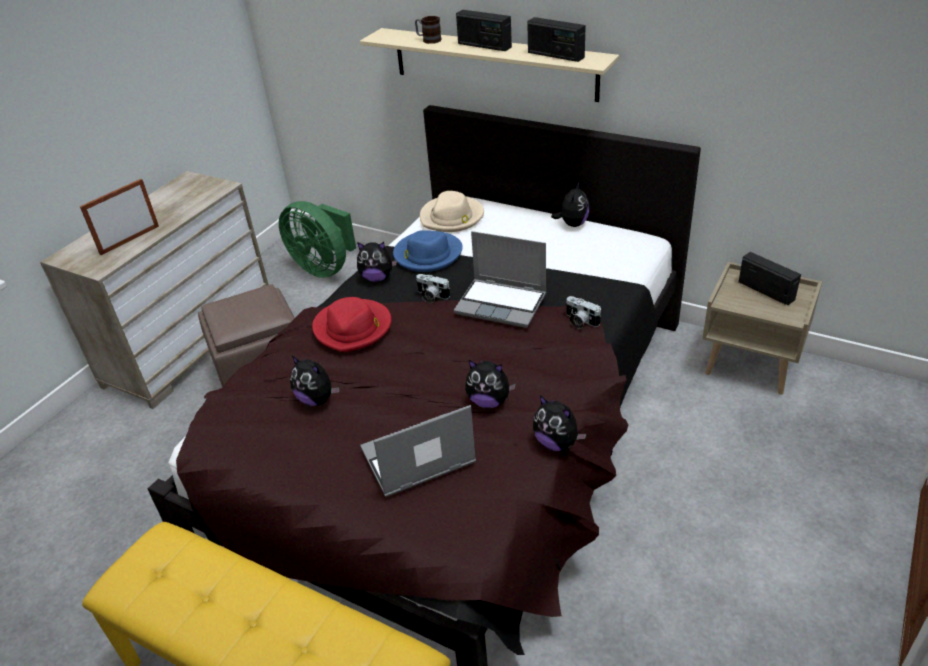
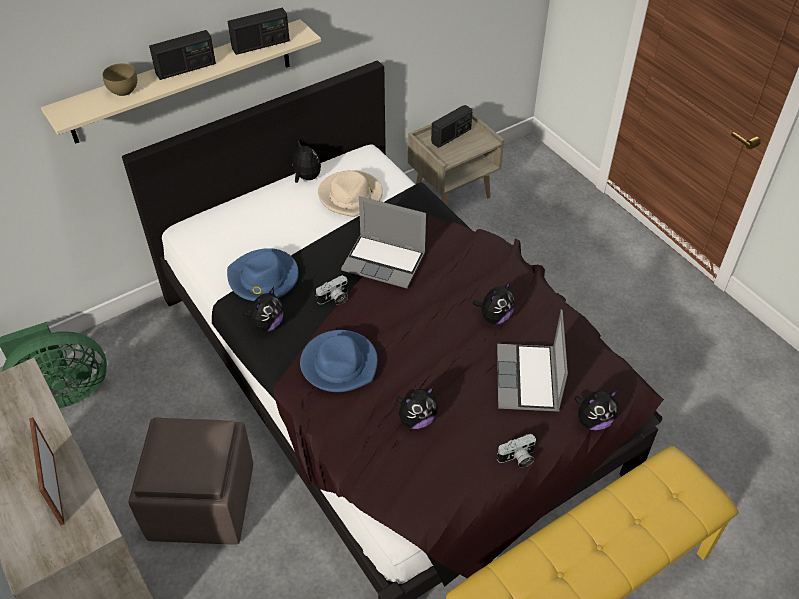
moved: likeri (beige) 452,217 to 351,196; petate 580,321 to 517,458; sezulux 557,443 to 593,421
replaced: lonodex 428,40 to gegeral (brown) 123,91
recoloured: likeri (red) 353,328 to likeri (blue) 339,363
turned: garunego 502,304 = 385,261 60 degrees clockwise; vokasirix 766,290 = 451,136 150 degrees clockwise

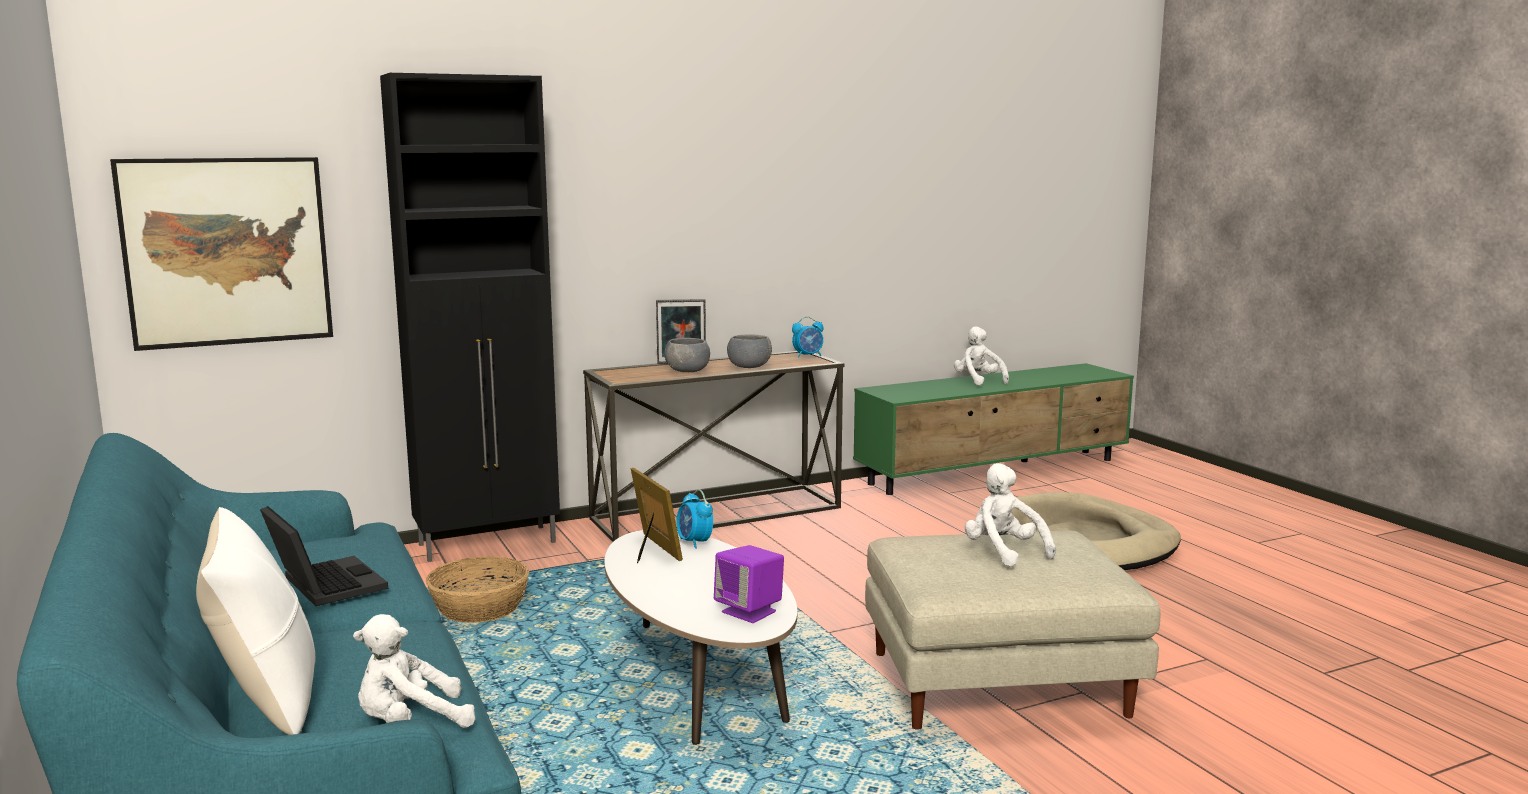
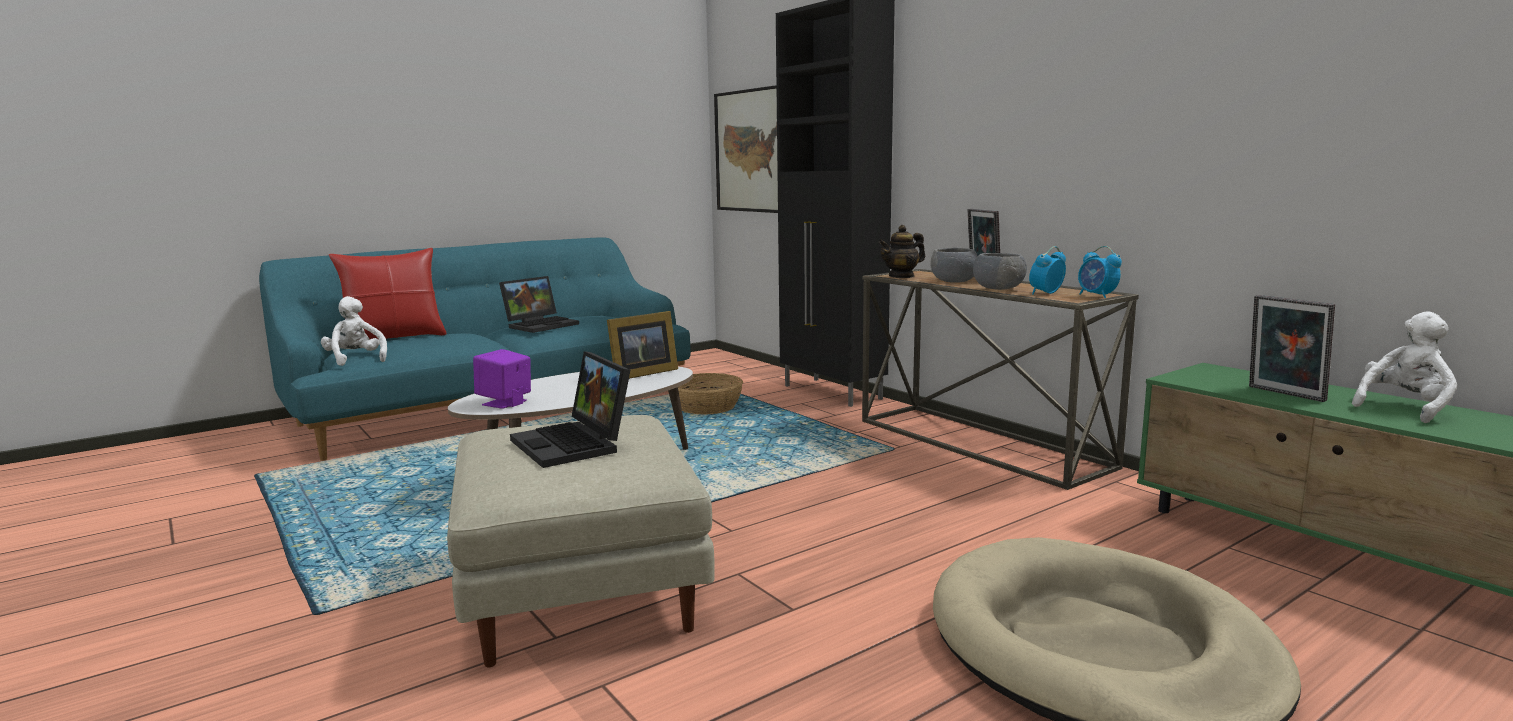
added: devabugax 901,276; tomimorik 1284,394
moved: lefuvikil 694,542 to 1045,293
replaced: sezulux (white) 1003,552 to garunego 575,444
recoloured: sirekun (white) 267,698 to sirekun (red) 394,338

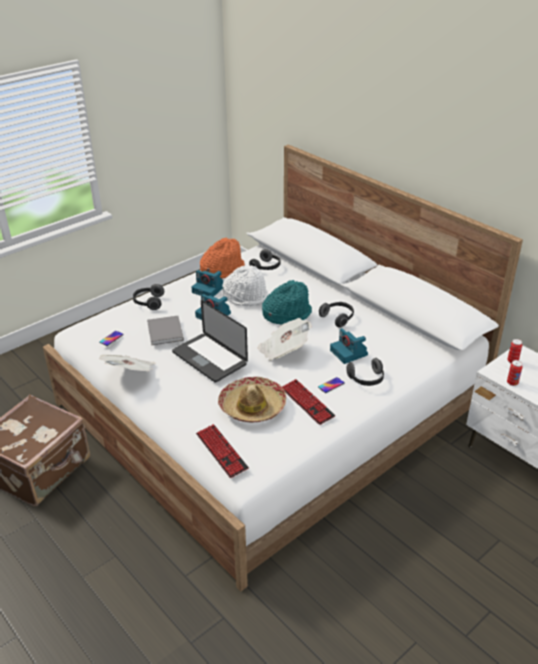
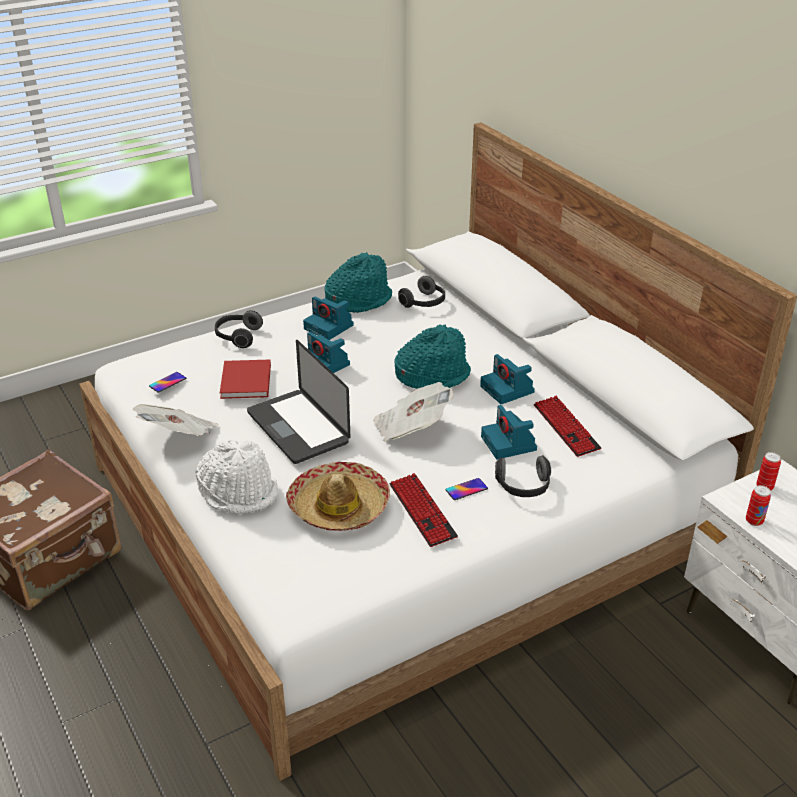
moved: likeri (white) 246,297 to 239,492; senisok 221,451 to 566,427
replaced: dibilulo 338,318 to petate 508,389
recoloured: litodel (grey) 165,332 to litodel (red) 246,382; likeri (orange) 222,269 to likeri (turquoise) 358,300

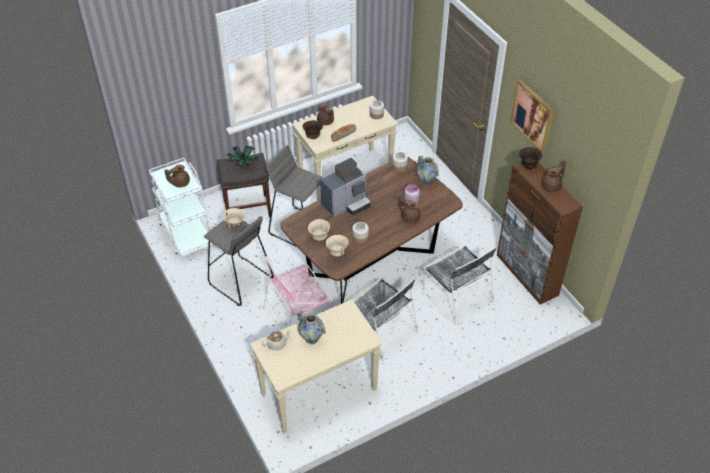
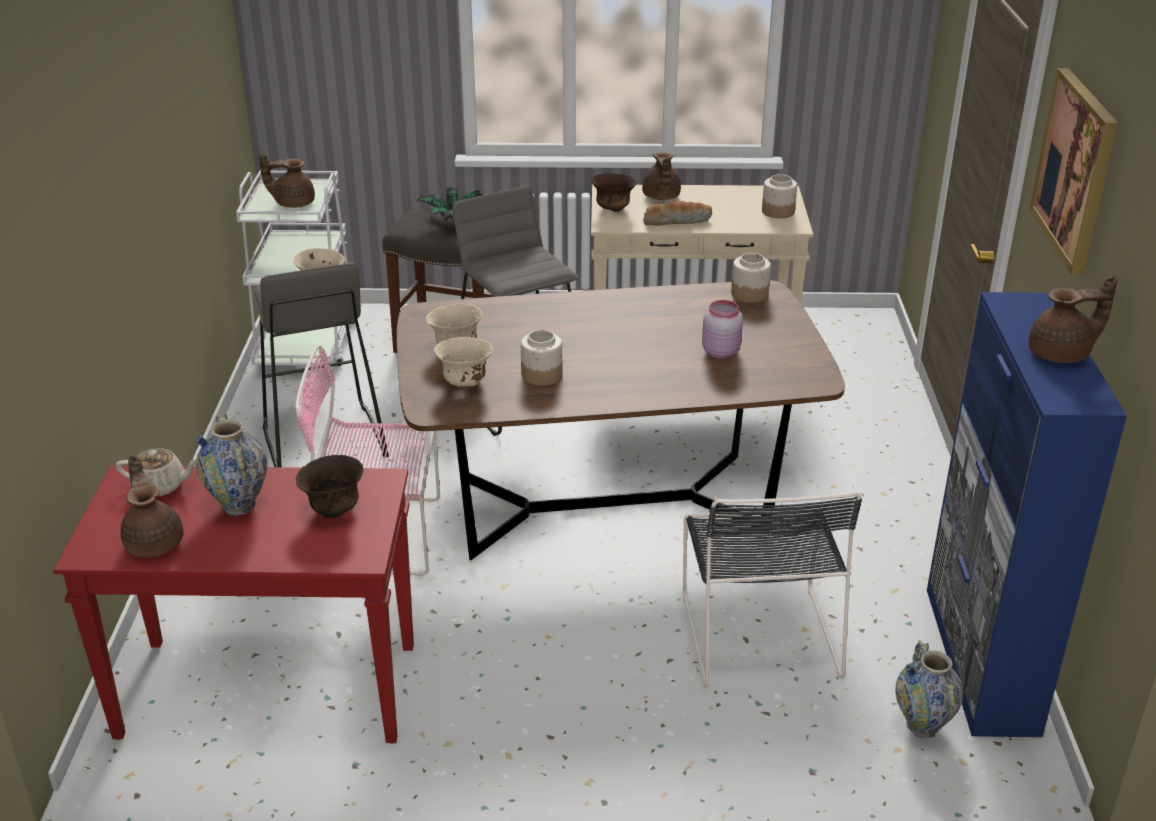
removed: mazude 346,204; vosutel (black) 379,329
moved: devabugax (brown) 409,217 to 155,541; gegeral (brown) 528,166 to 334,510; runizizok 426,182 to 922,726
recoloured: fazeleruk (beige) 318,392 to fazeleruk (red) 266,692; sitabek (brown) 527,275 to sitabek (blue) 980,660

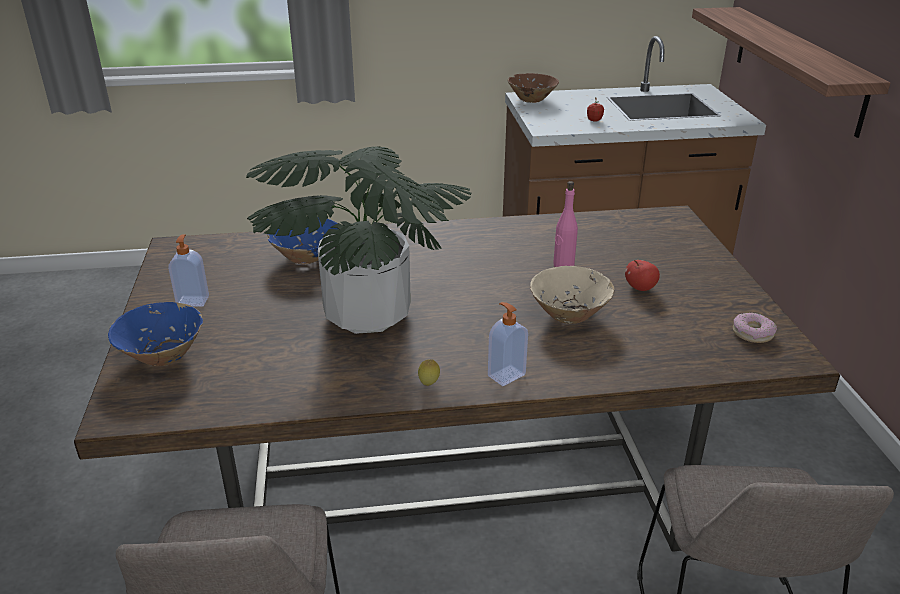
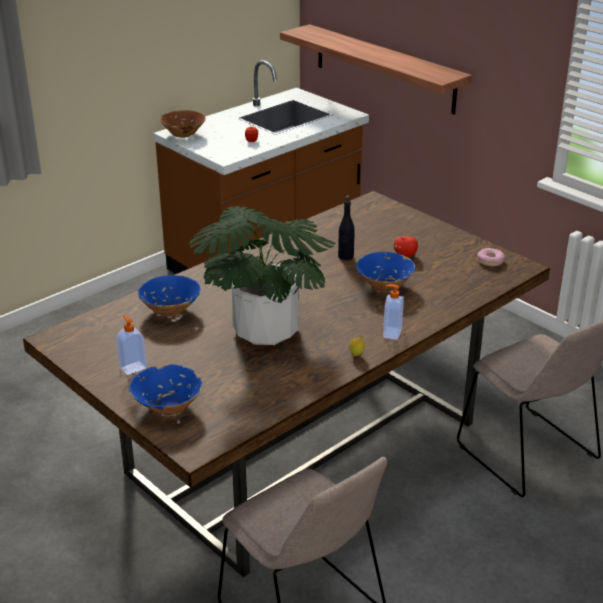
recoloured: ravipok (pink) 563,265 to ravipok (black) 345,256; gegeral (beige) 569,314 to gegeral (blue) 385,286

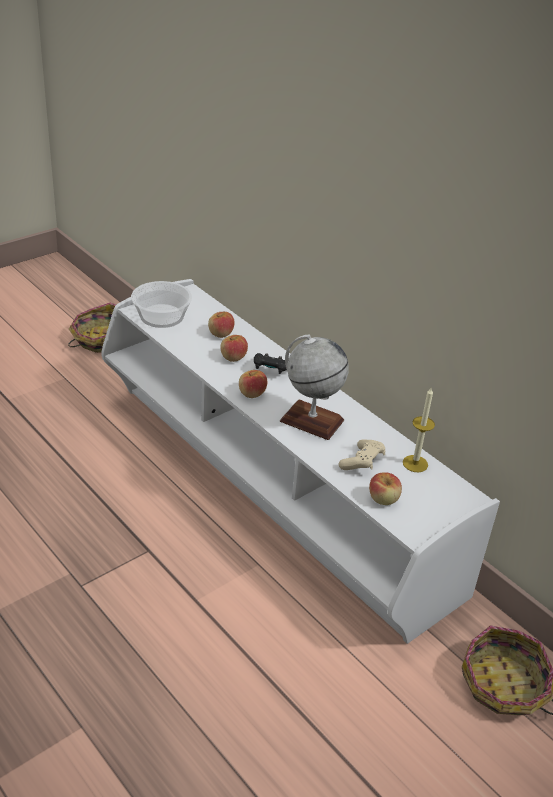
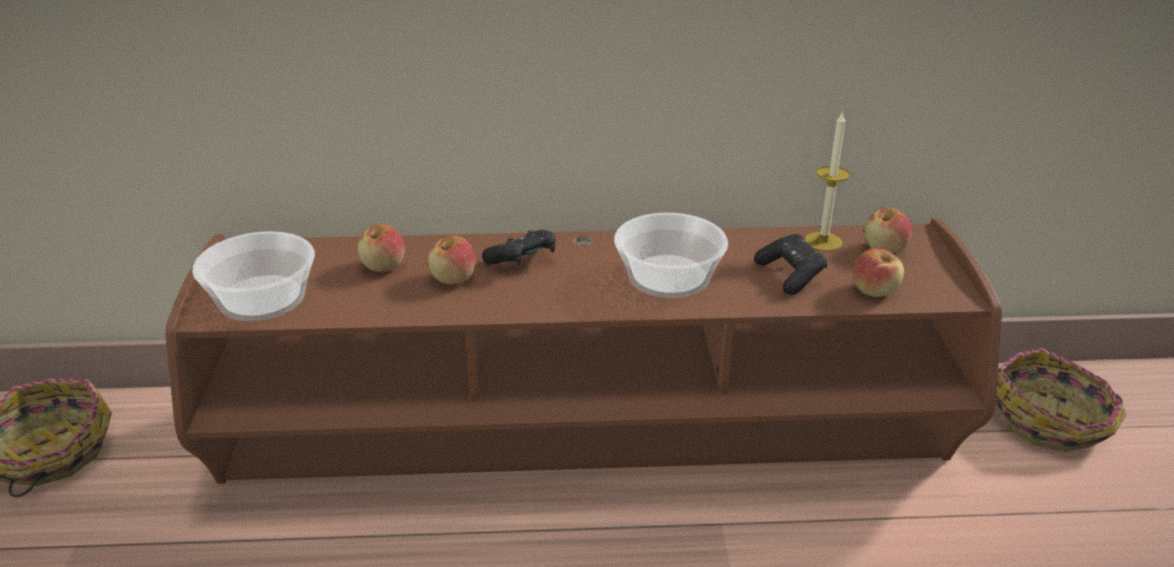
moved: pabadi 252,393 to 885,248
replaced: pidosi 311,420 to gegeral 667,276
recoloured: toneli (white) 270,490 to toneli (brown) 588,441; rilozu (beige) 362,463 to rilozu (black) 790,275

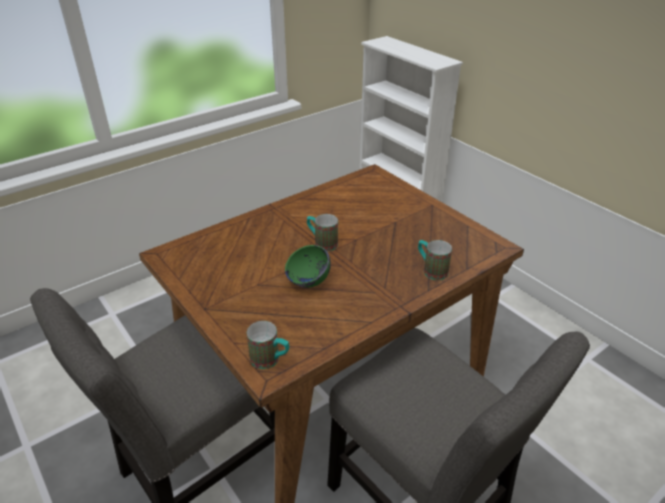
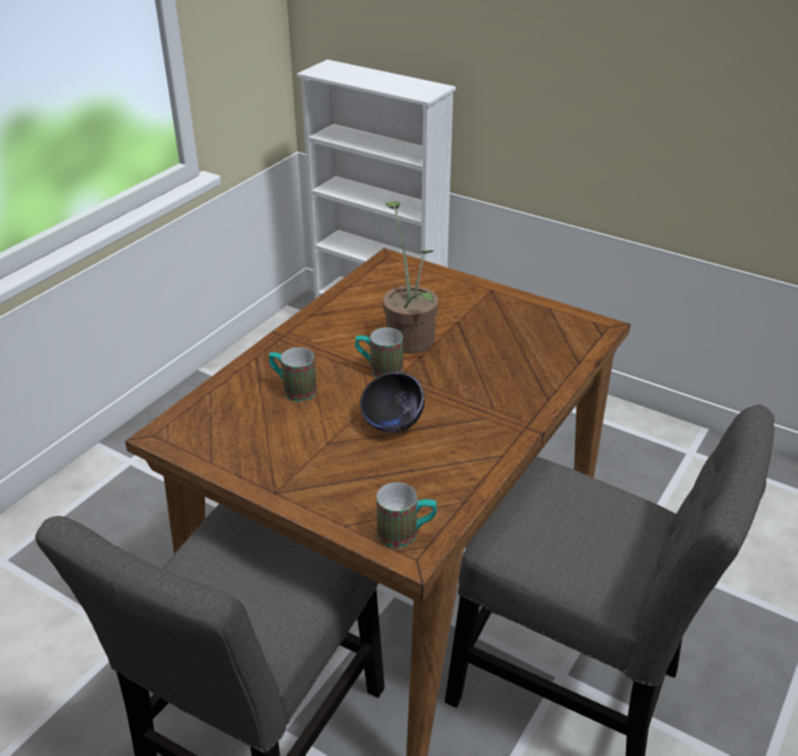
added: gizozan 410,335
moved: lonodex 431,270 to 293,389
recoloured: gegeral (green) 308,281 to gegeral (black) 392,424

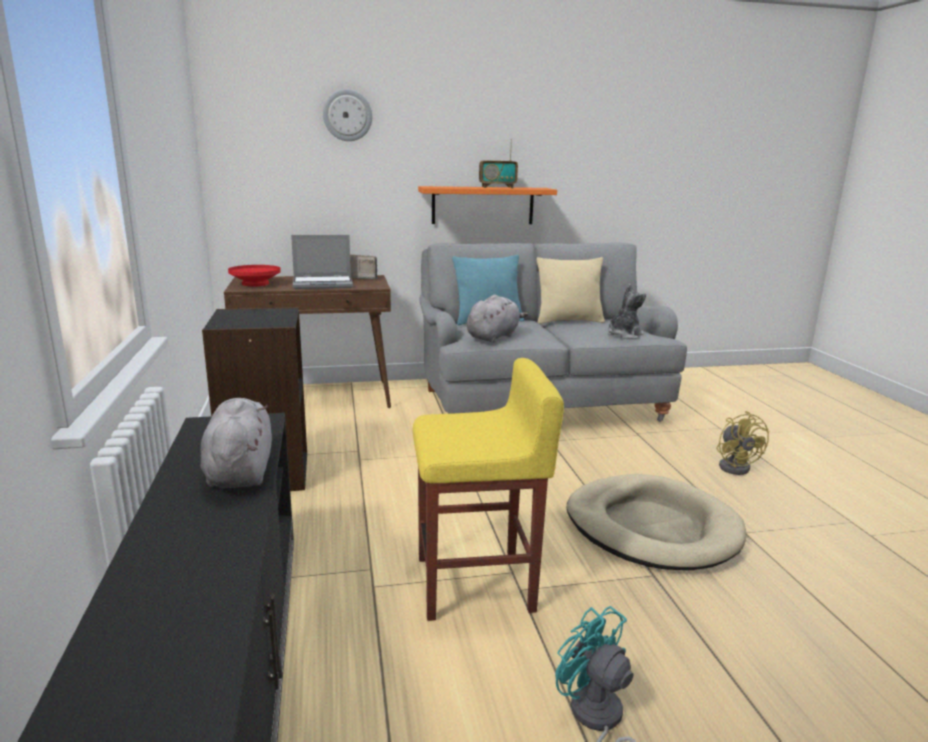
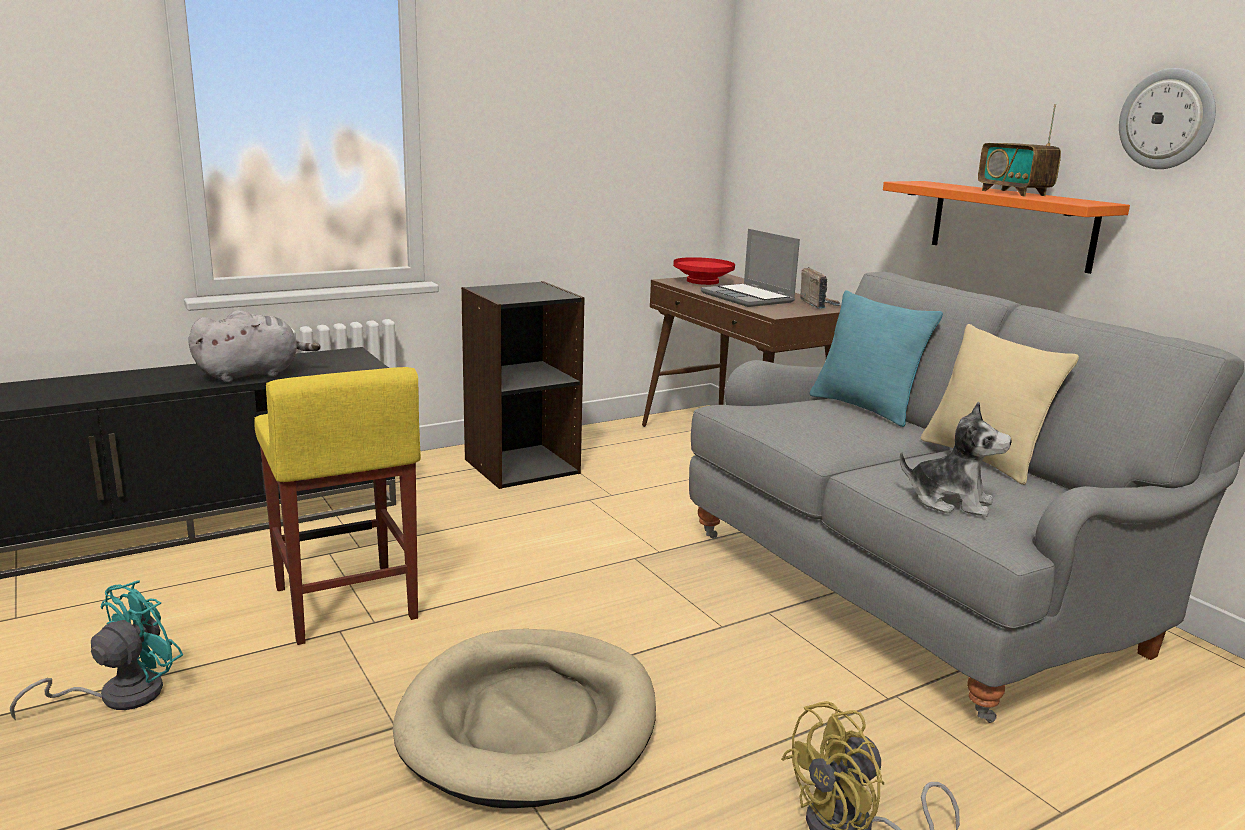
removed: sezulux (grey) 494,336
moved: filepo 347,115 to 1167,119

